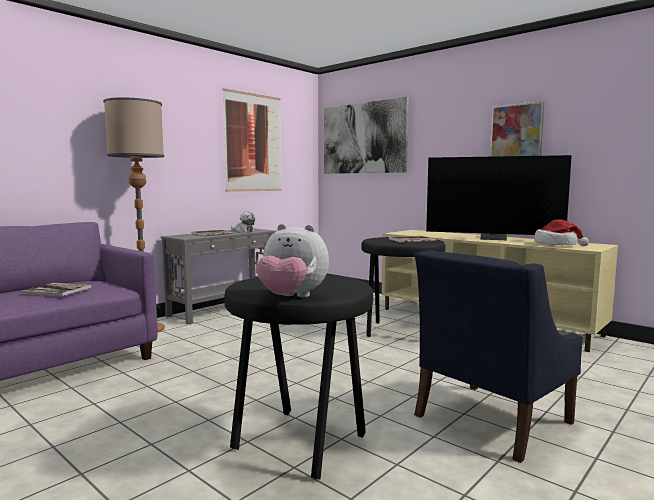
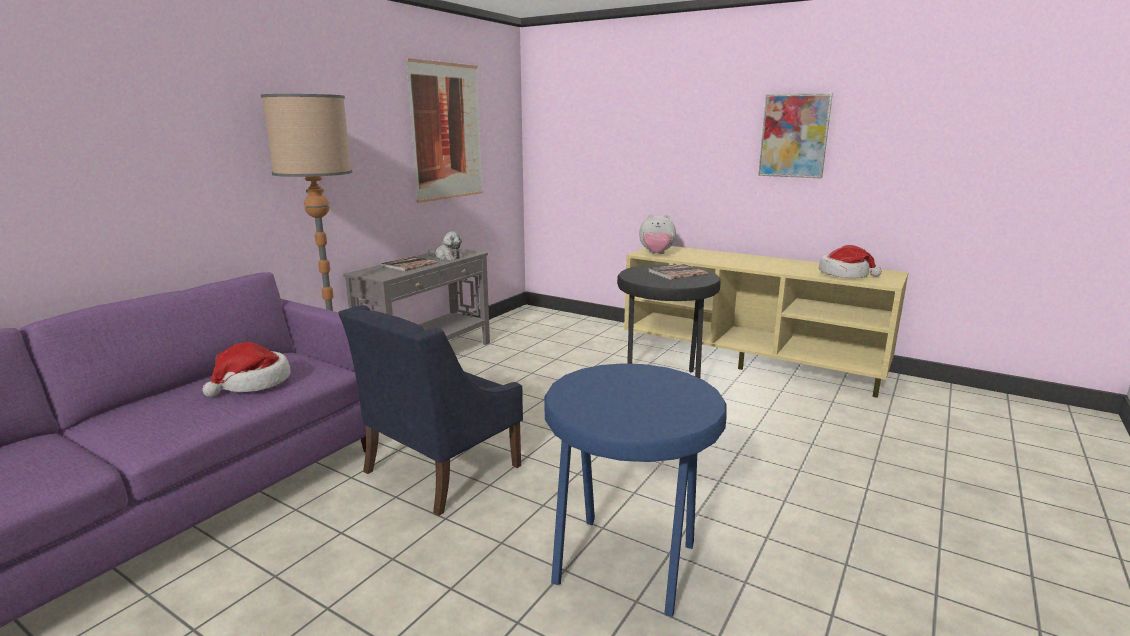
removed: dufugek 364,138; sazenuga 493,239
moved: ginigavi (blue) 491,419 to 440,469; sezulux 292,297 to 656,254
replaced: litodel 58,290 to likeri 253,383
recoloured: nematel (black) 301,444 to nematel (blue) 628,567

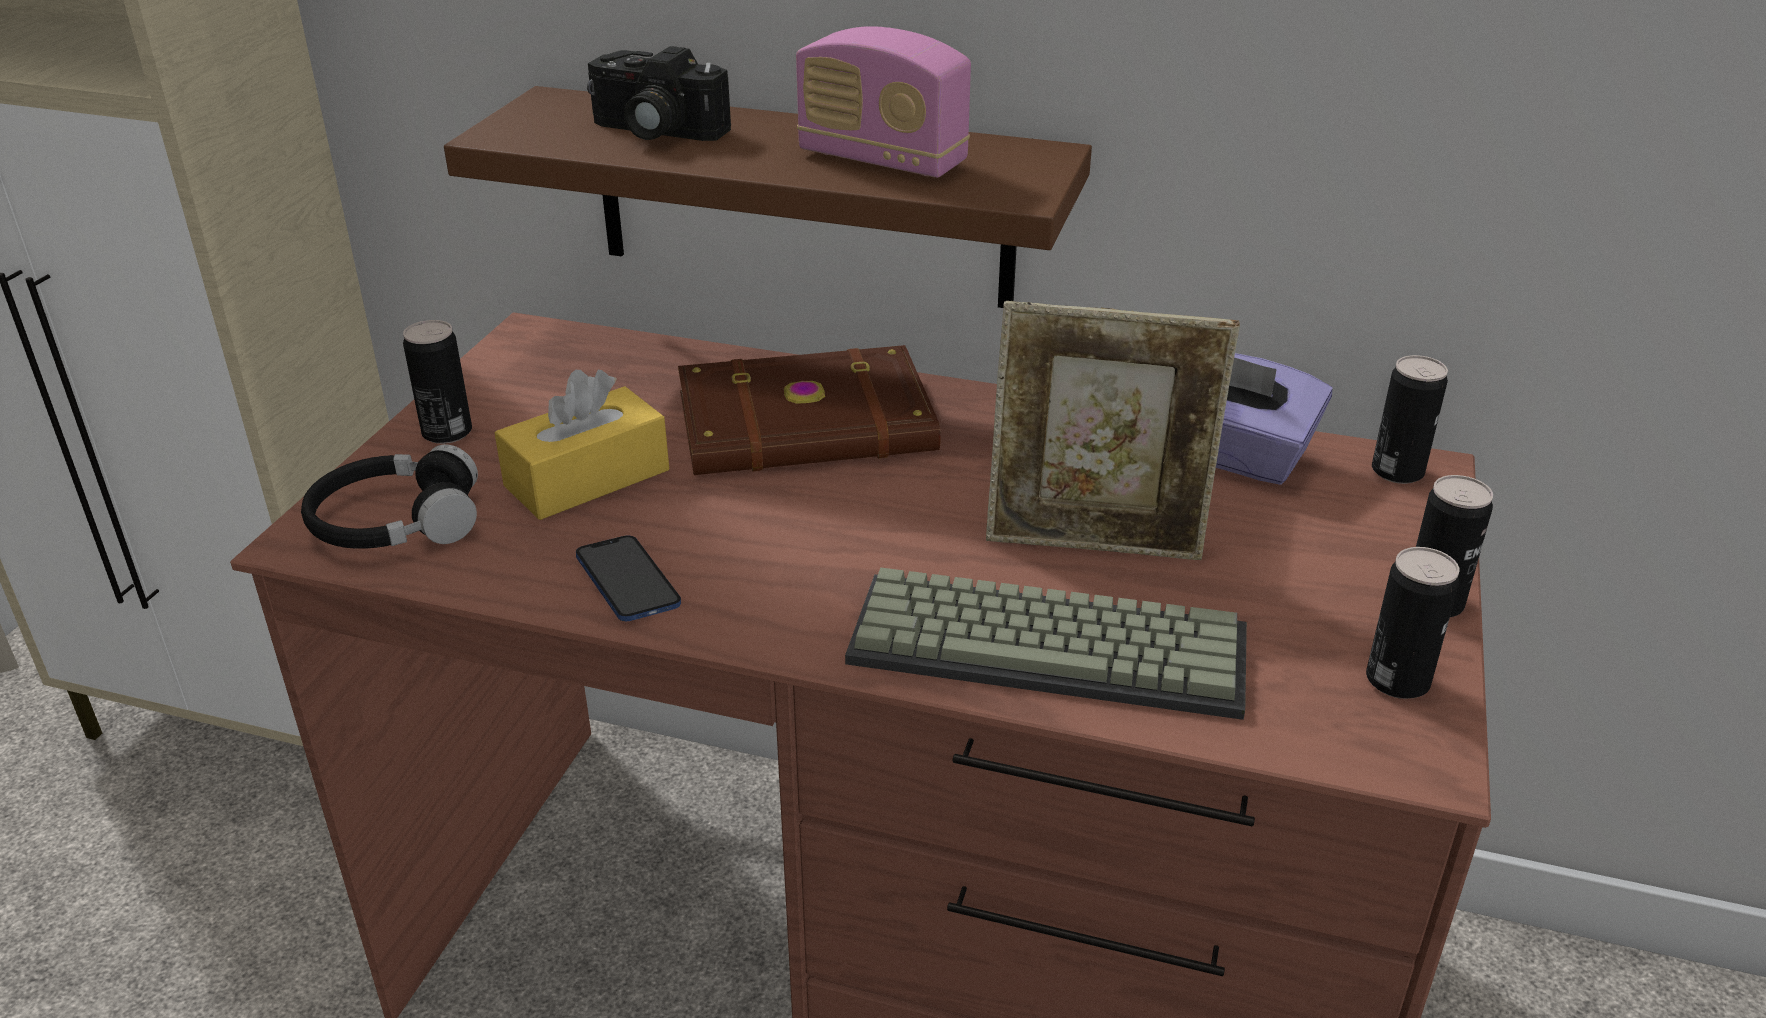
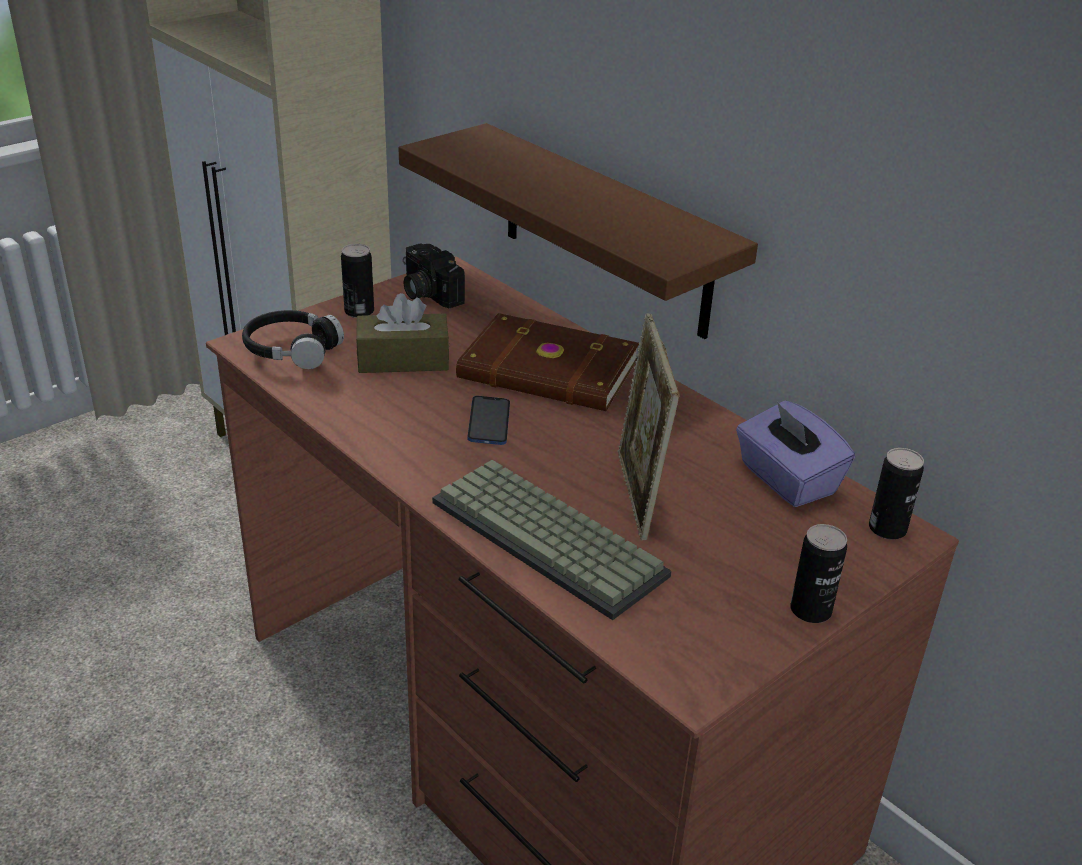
removed: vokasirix 882,160; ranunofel 1397,681
moved: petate 653,131 to 426,293; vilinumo 627,581 to 489,422
recoloured: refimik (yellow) 587,478 to refimik (brown) 403,359
turned: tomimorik 1095,544 = 638,496 45 degrees clockwise

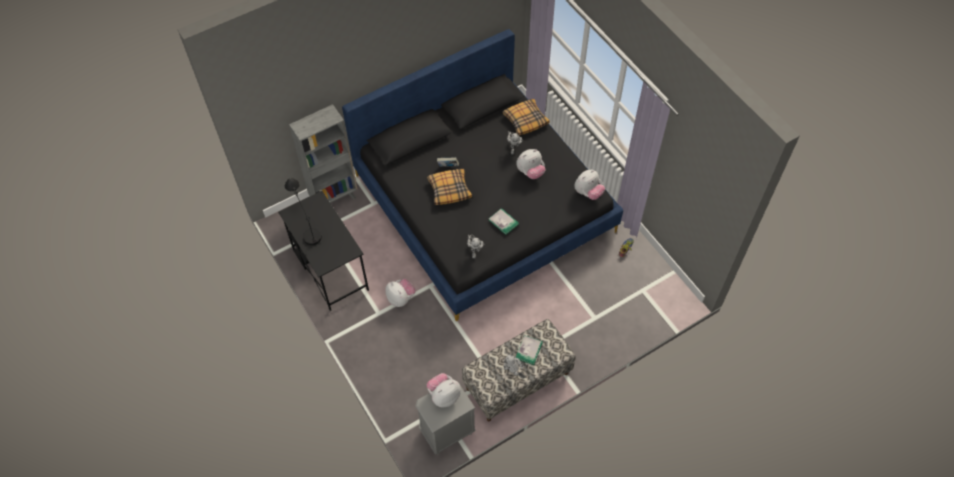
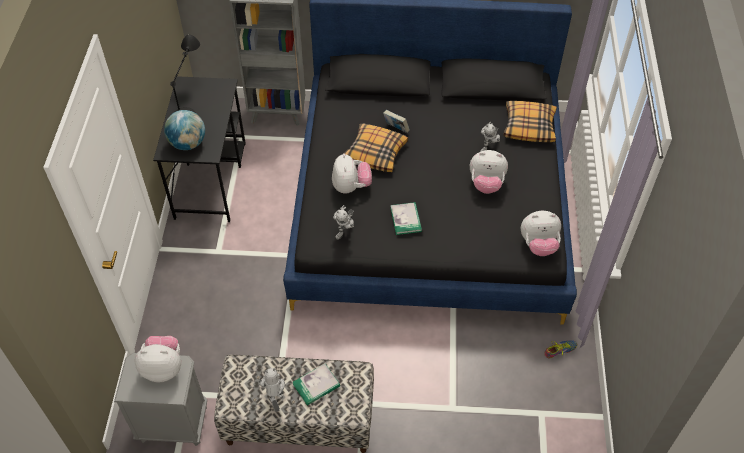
added: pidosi 188,143
moved: sezulux 401,298 to 351,187

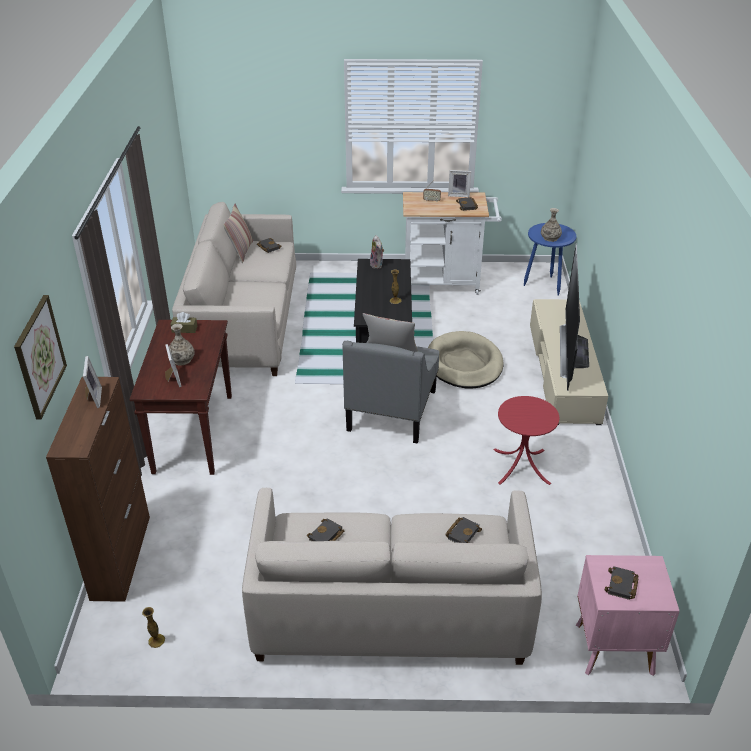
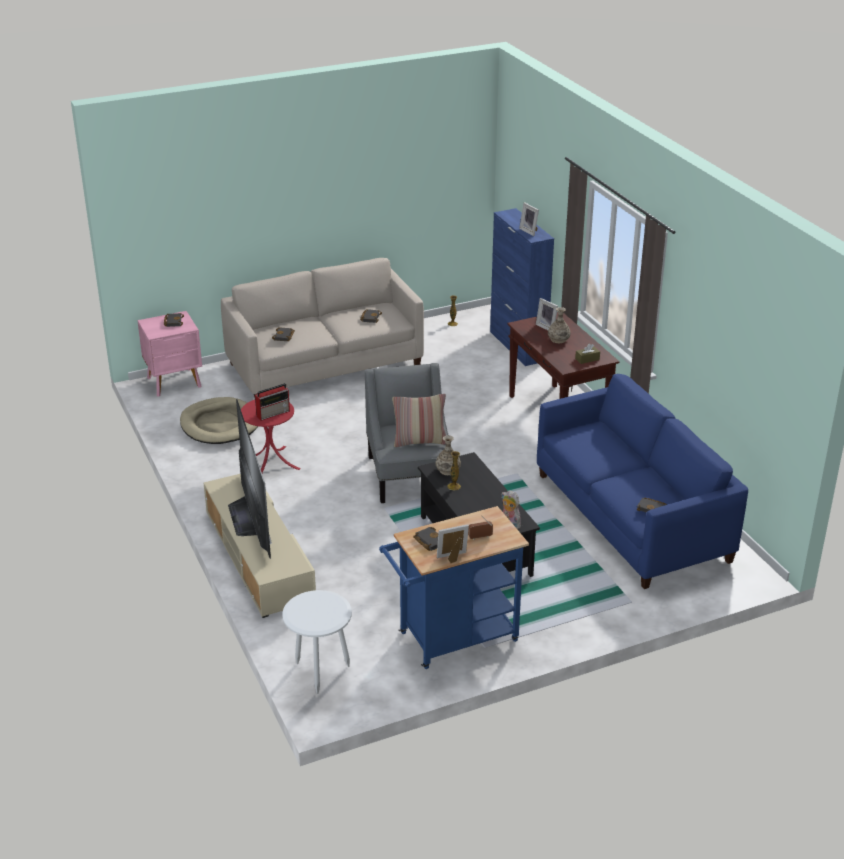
removed: dufugek 39,356; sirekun 241,251
added: vokasirix 273,413
moved: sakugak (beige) 464,364 to 219,424; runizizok 550,238 to 447,470
recoloured: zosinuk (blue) 545,285 to zosinuk (white) 320,676; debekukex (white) 446,282 to debekukex (blue) 451,640; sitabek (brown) 121,556 to sitabek (blue) 518,346; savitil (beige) 244,322 to savitil (blue) 631,517

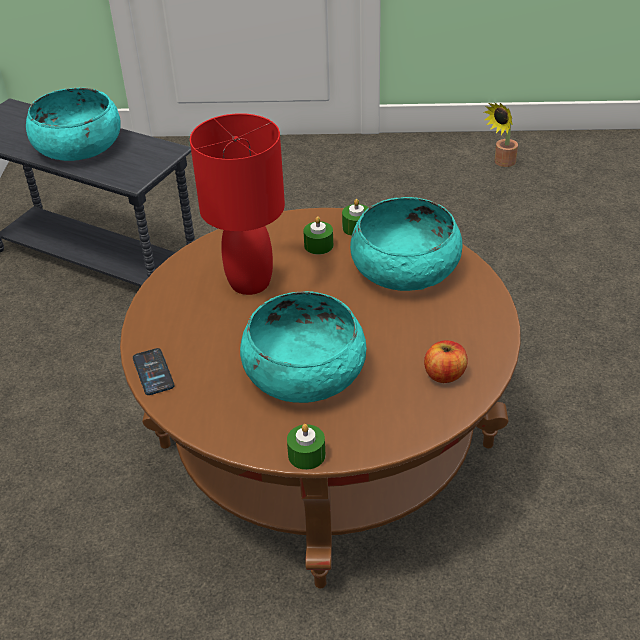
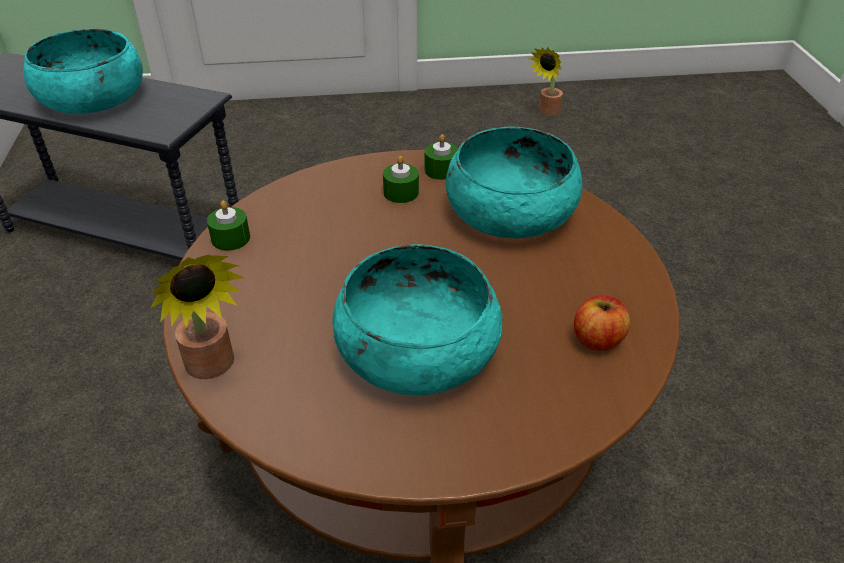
removed: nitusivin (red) 250,282
moved: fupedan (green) 306,455 to 230,238
replaced: vilinumo 153,372 to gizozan 212,368

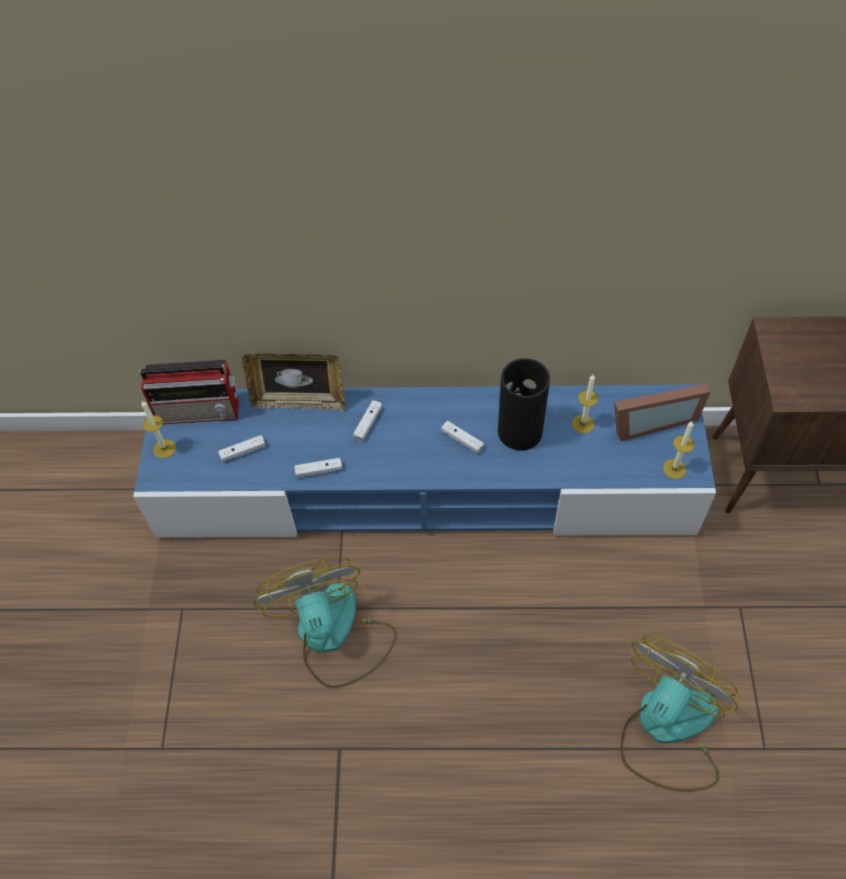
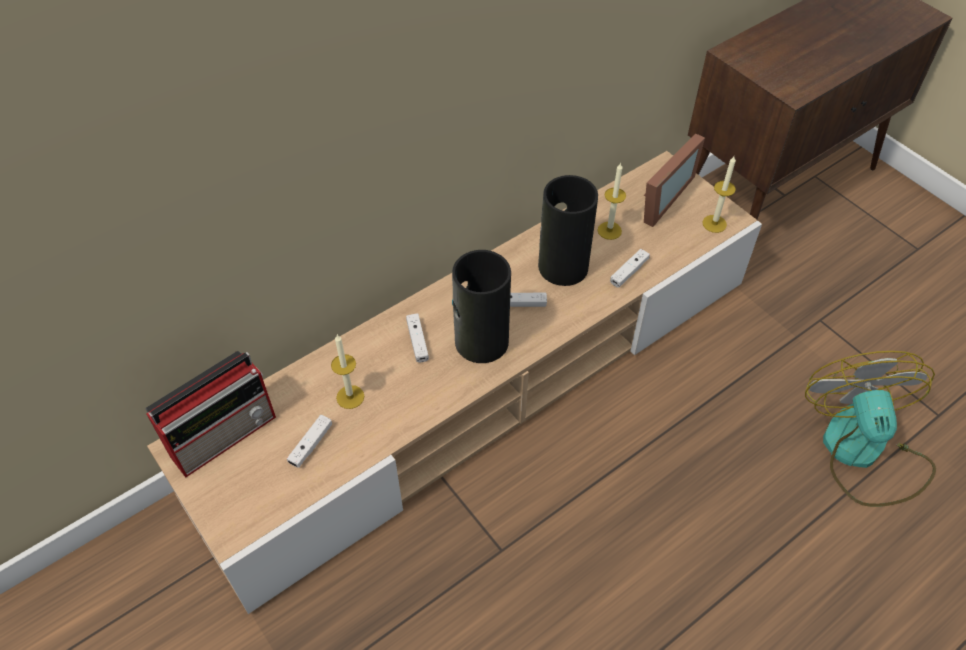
removed: tomimorik 299,401; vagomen 333,635
added: runizizok 480,341
moved: fupedan 164,448 to 350,397; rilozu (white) 319,470 to 629,272
recoloured: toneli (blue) 426,485 to toneli (beige) 484,384

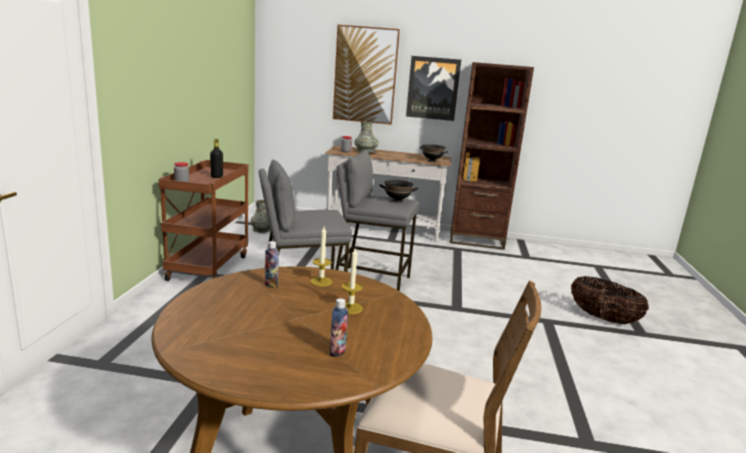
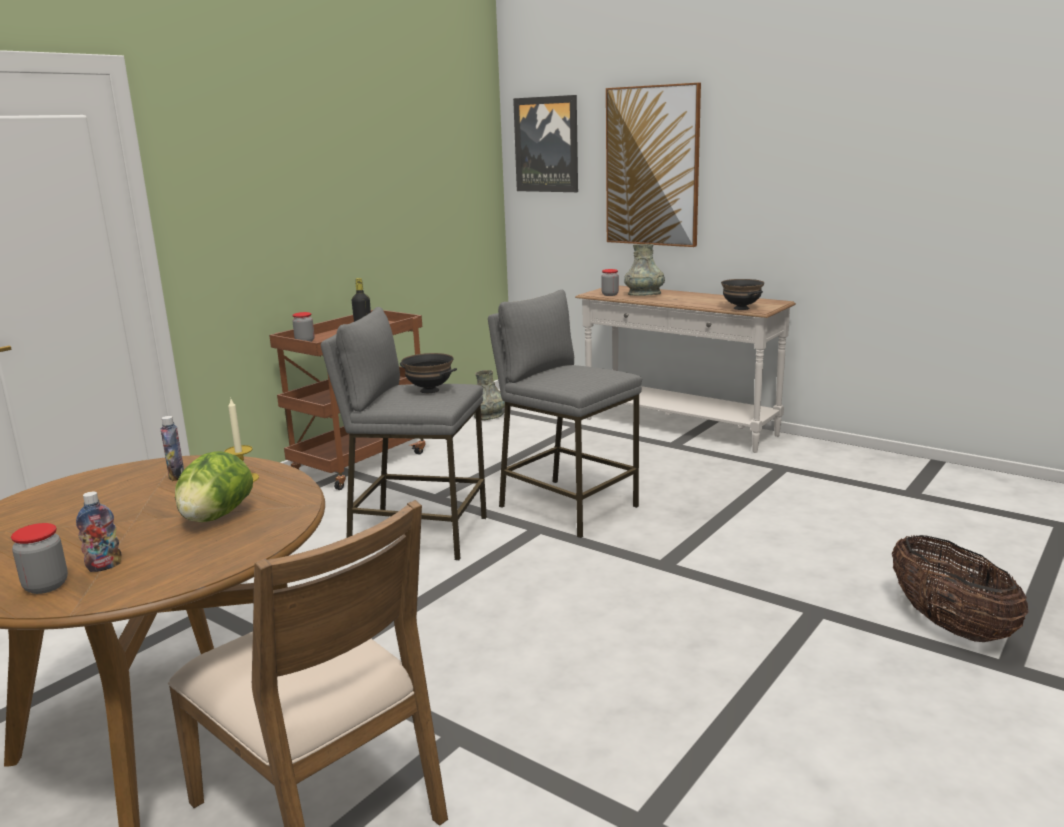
removed: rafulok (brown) 476,240
added: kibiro 46,586
moved: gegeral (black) 397,201 to 429,390; dufugek 433,88 to 547,144
replaced: fupedan 350,308 to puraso 216,517

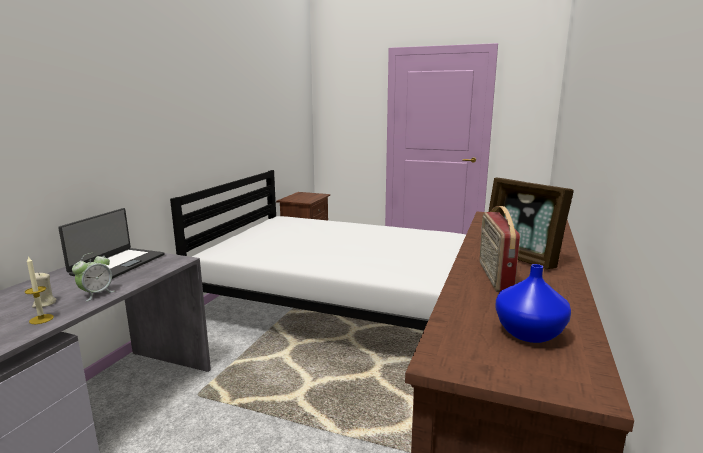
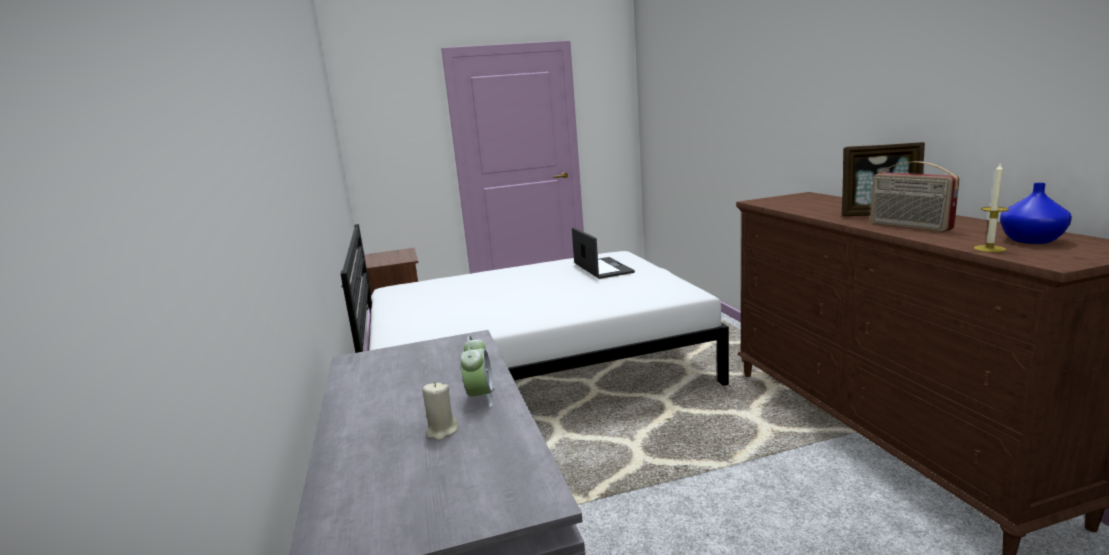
moved: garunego 117,264 to 602,269; fupedan 41,319 to 989,249

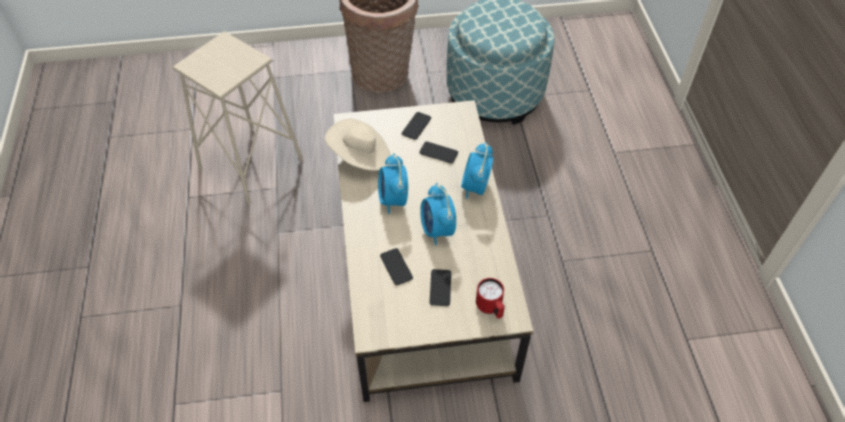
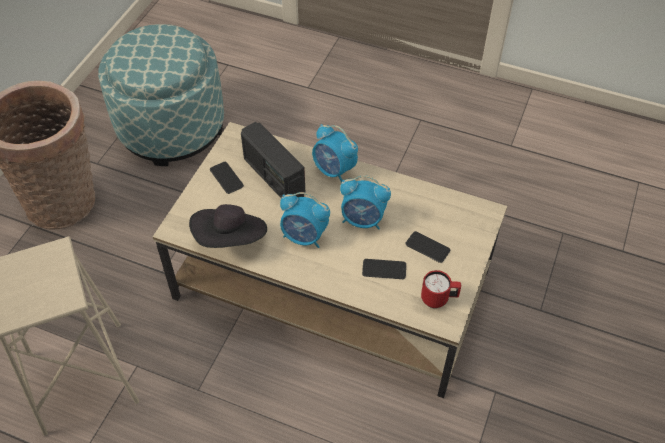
moved: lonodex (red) 490,308 to 439,299
replaced: vilinumo 438,153 to vokasirix 273,177
recoloured: likeri (beige) 360,157 to likeri (black) 231,239

